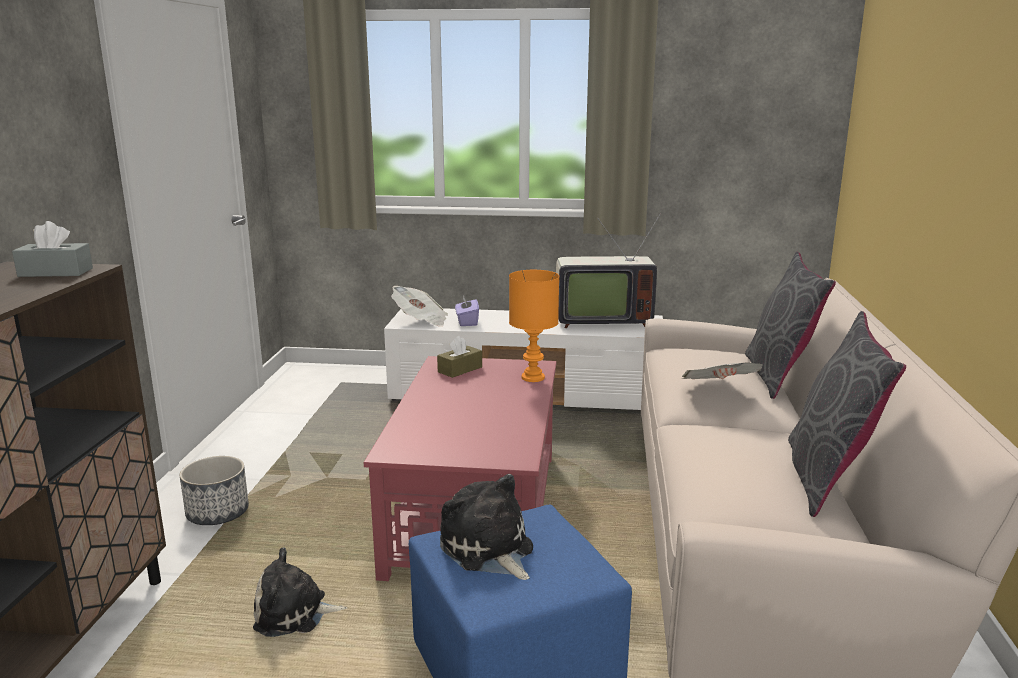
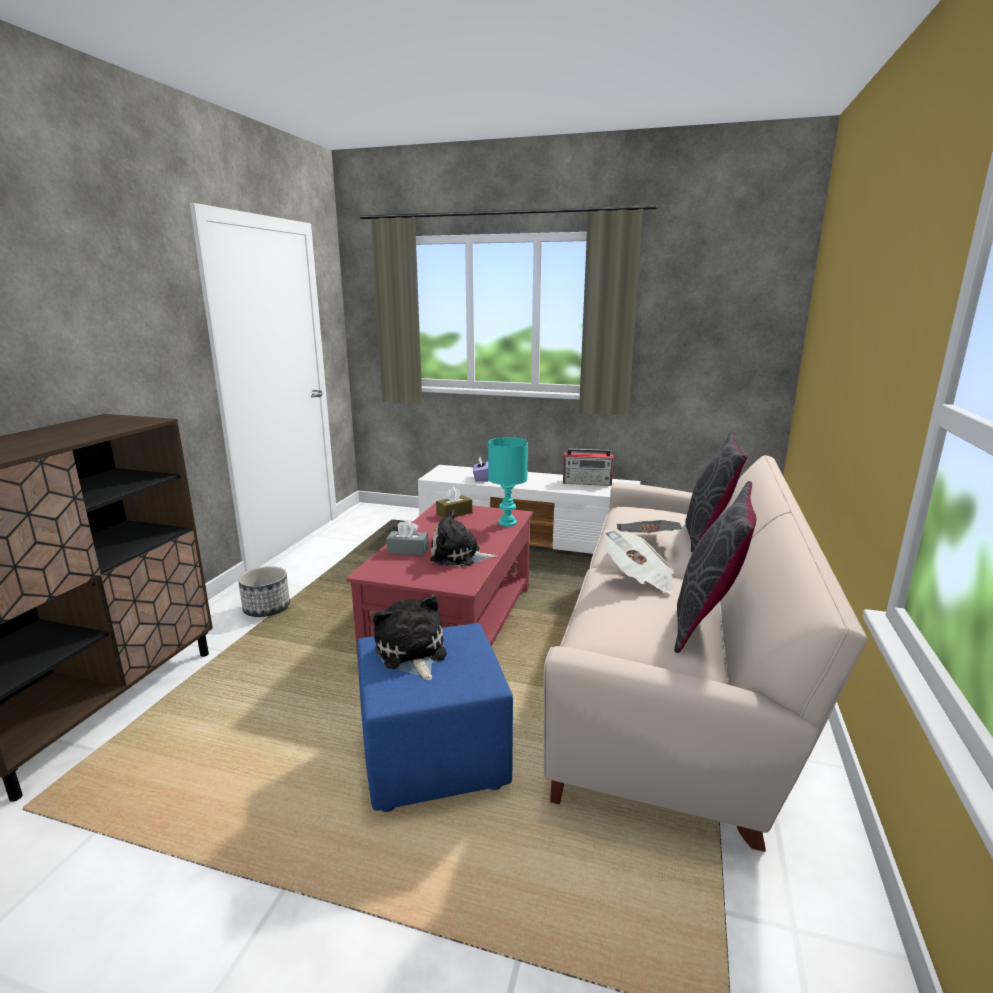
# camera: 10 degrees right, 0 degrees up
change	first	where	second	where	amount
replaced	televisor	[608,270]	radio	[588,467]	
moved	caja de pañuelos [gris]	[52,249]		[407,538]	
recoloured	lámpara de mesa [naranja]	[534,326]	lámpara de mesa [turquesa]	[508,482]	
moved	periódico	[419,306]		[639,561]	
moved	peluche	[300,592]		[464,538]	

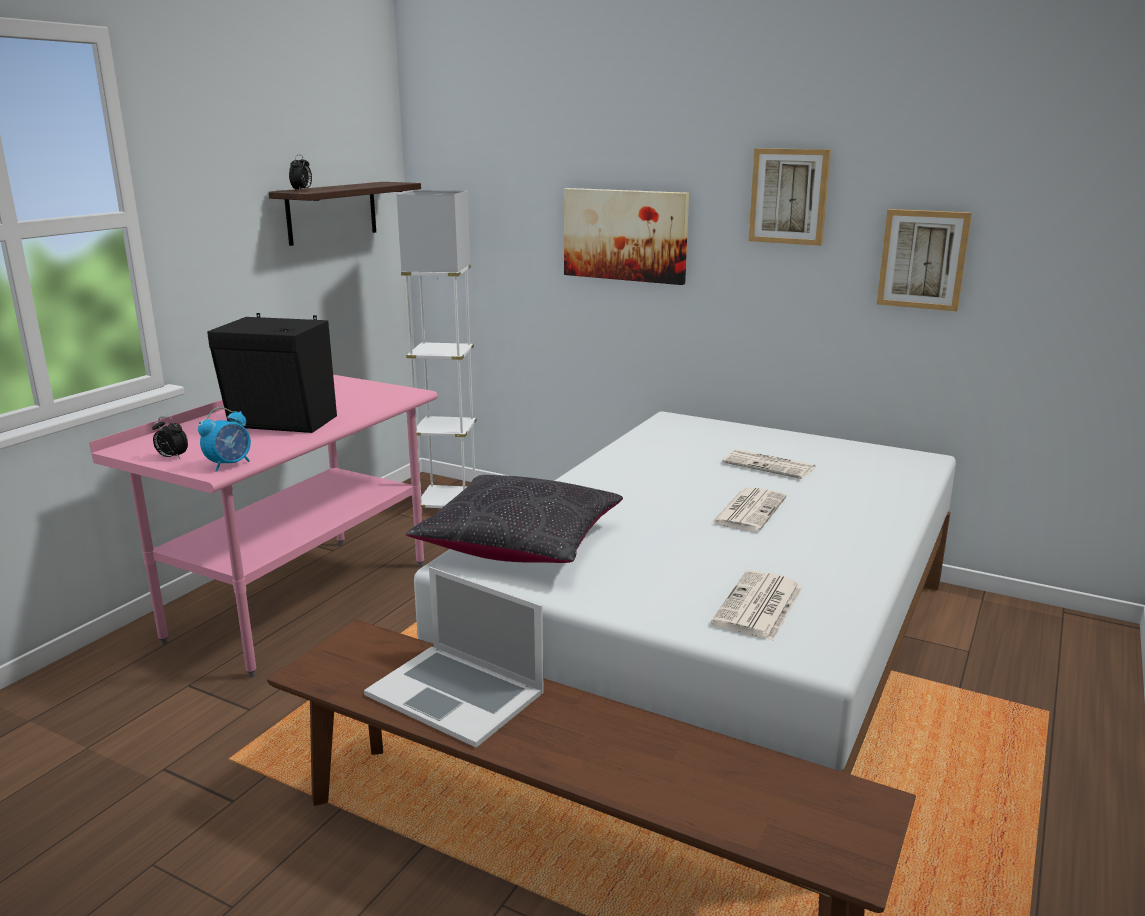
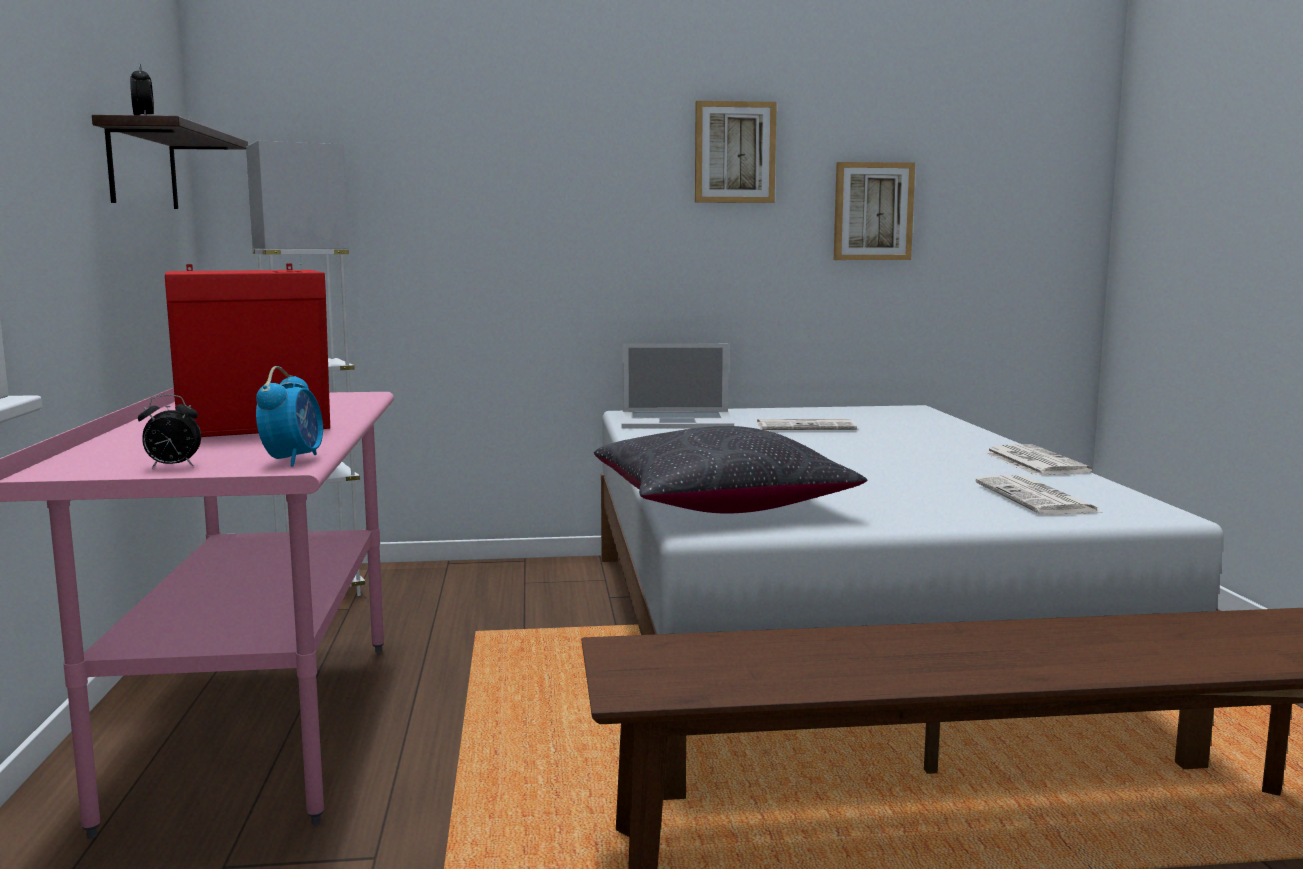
# camera: 35 degrees left, 10 degrees down
change	first	where	second	where	amount
removed	cuadro	[626,236]			
recoloured	altavoz [negro]	[272,373]	altavoz [rojo]	[247,350]	
moved	periódico	[749,509]		[1039,459]	
moved	portátil	[454,657]		[677,386]	

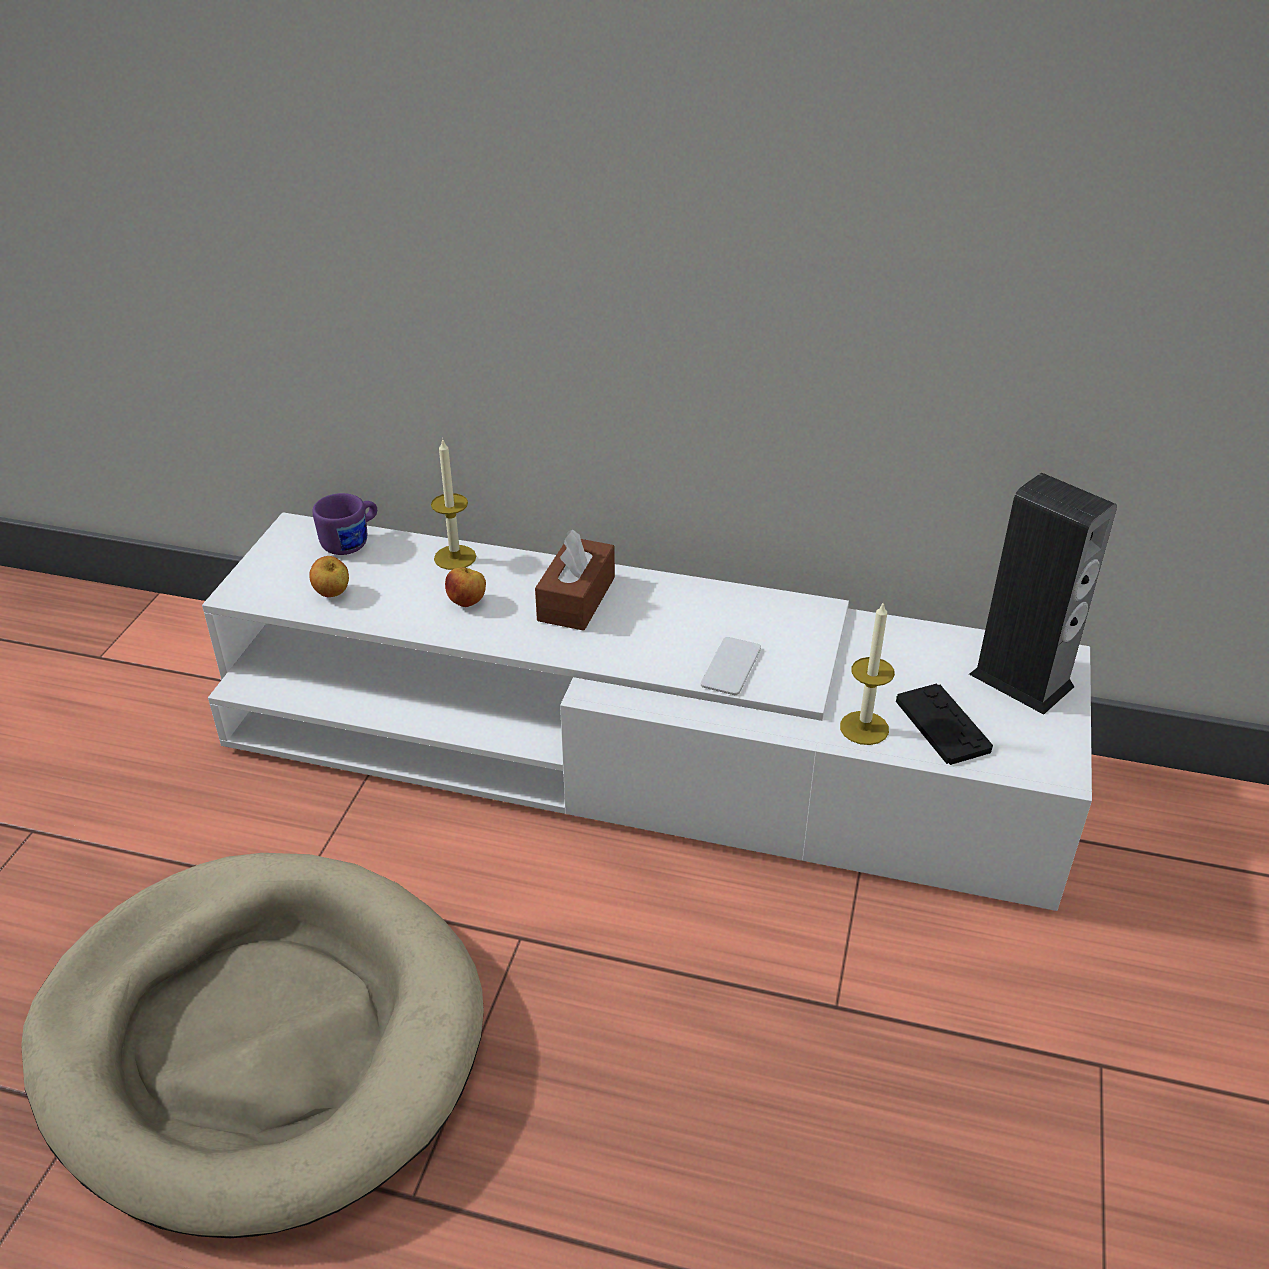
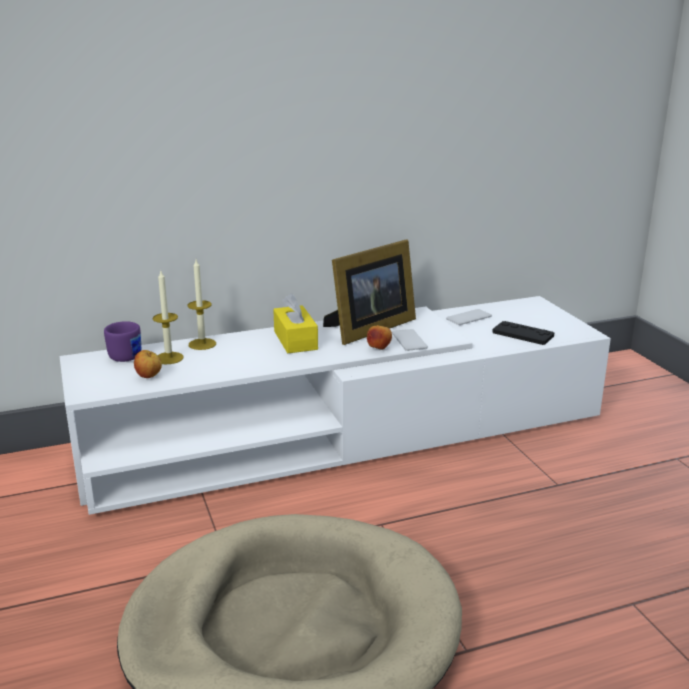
# camera: 35 degrees left, 15 degrees down
change	first	where	second	where	amount
removed	altavoz	[1043,594]			
recoloured	caja de pañuelos [marrón]	[575,580]	caja de pañuelos [amarillo]	[295,323]	
moved	manzana	[465,587]		[379,337]	
moved	vela	[867,673]		[168,316]	
added			portarretratos	[369,292]	
added			móvil	[469,317]	

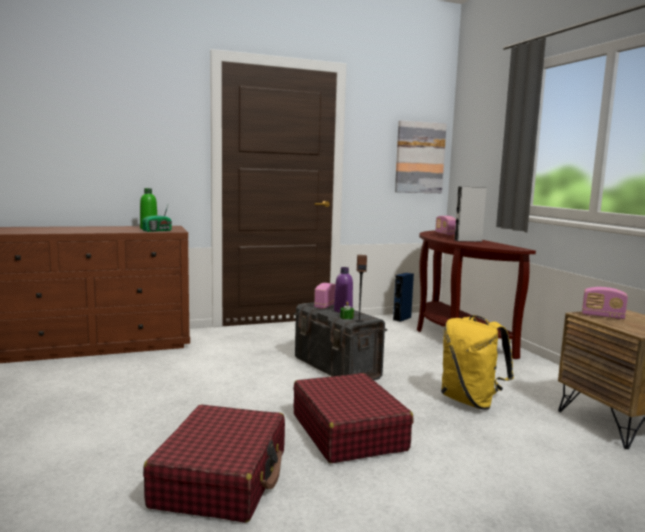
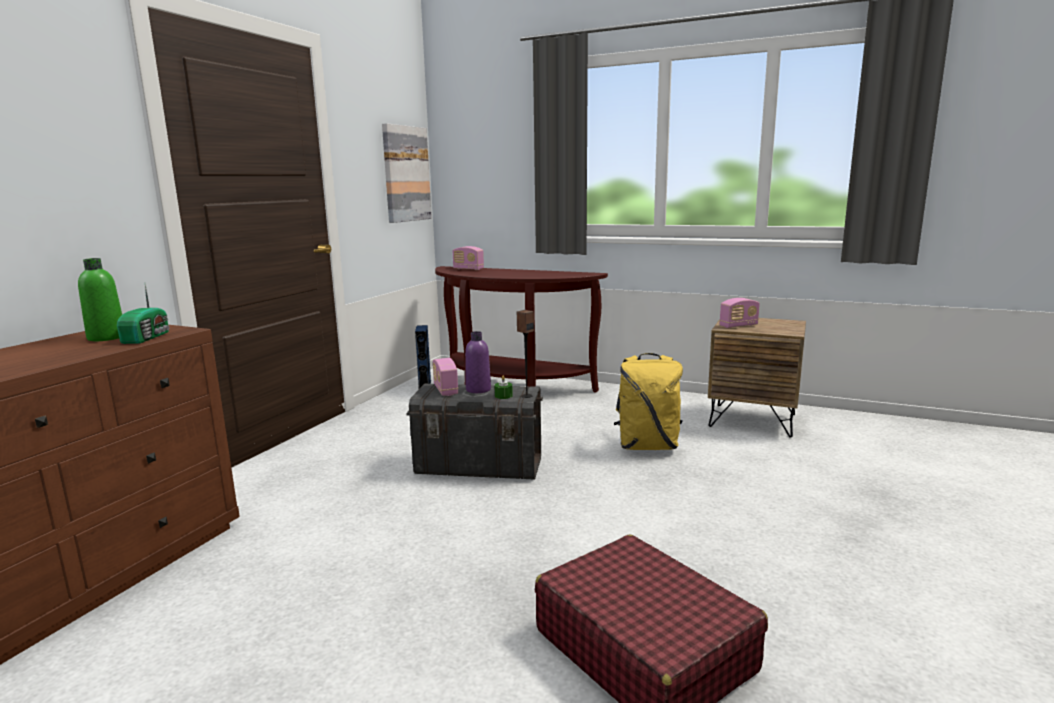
# camera: 45 degrees left, 5 degrees up
change	first	where	second	where	amount
removed	altavoz [gris]	[470,214]			
removed	maleta [rojo]	[353,418]			

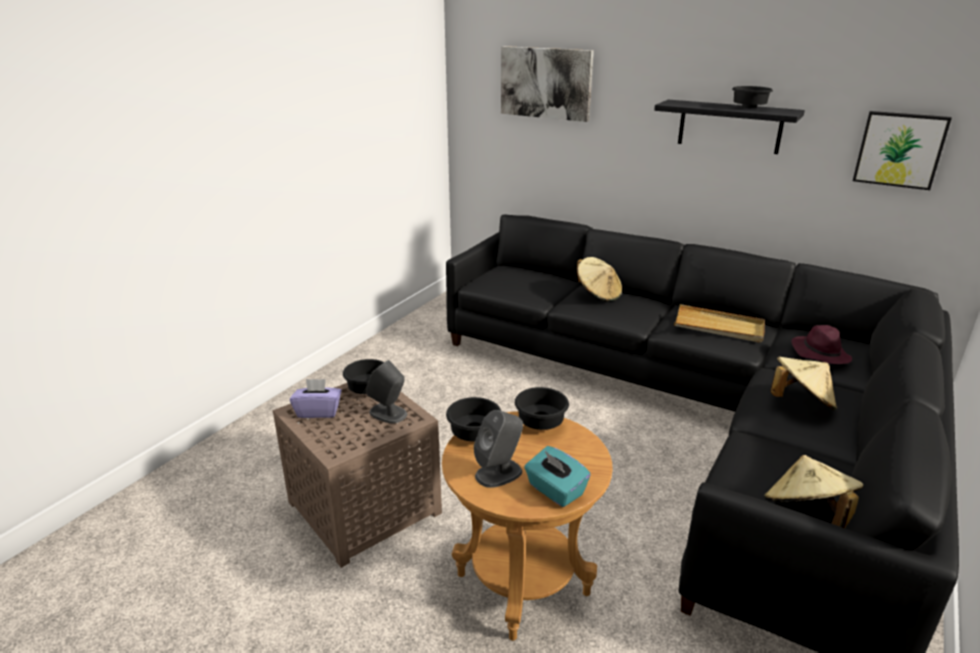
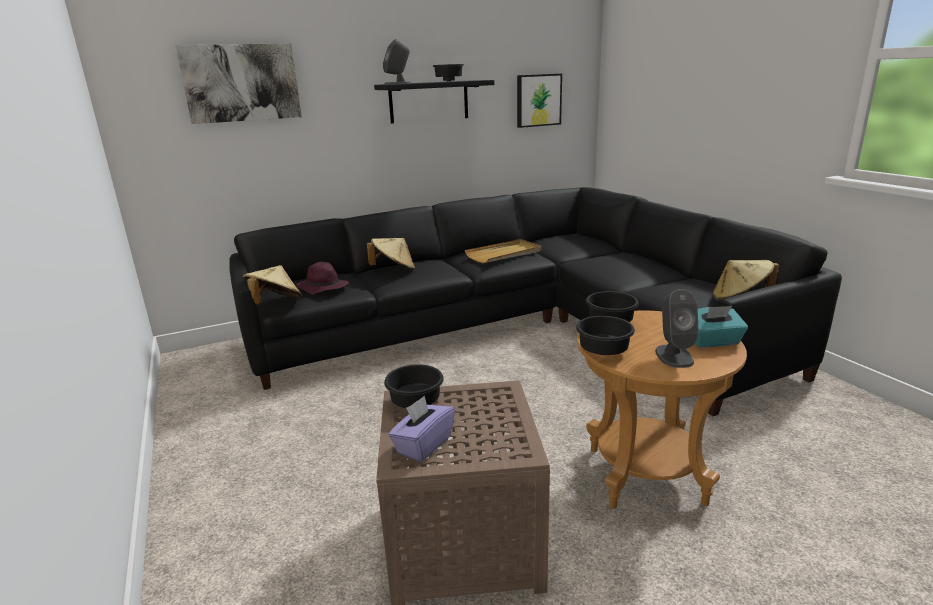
# camera: 55 degrees left, 5 degrees down
change	first	where	second	where	amount
moved	sombrero [morado]	[821,344]		[322,278]	
moved	sombrero [beis]	[803,383]		[272,284]	
moved	altavoz [gris]	[386,391]		[397,61]	

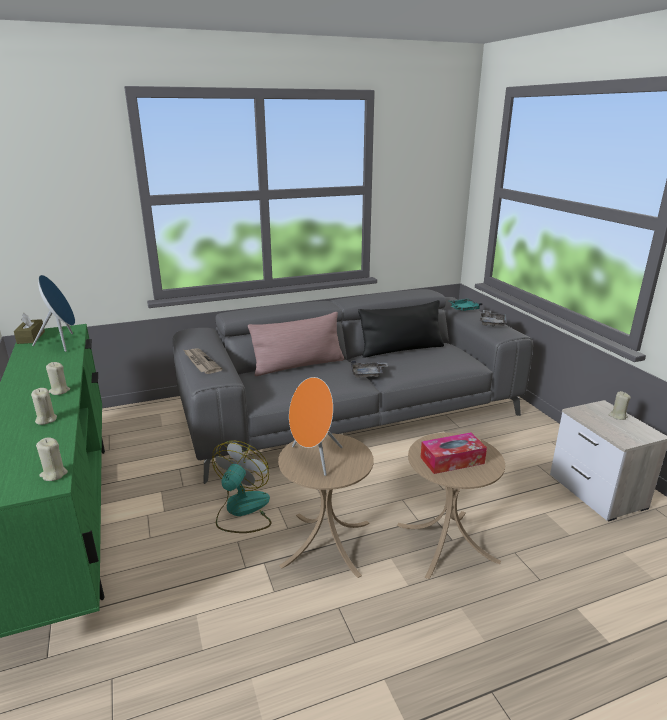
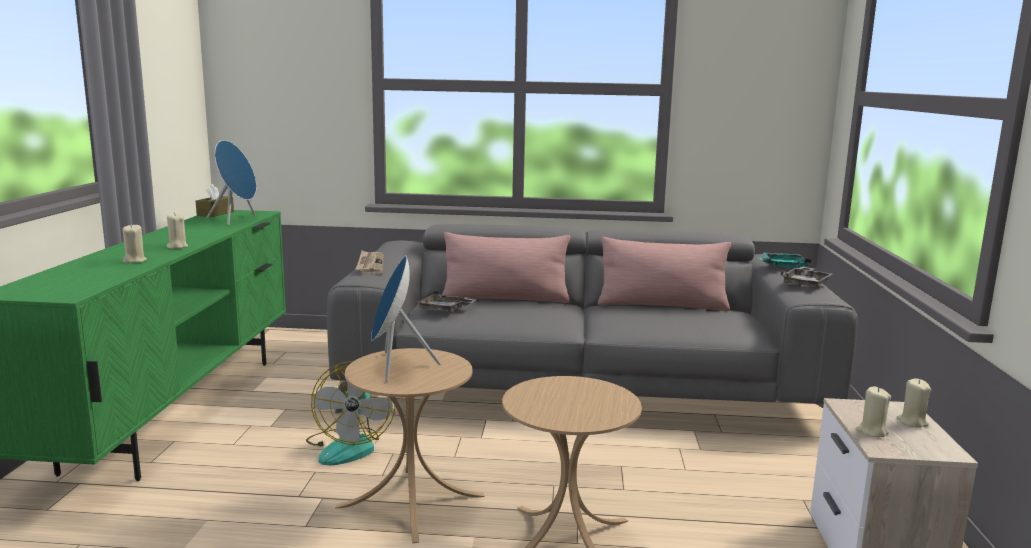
# camera: 25 degrees right, 10 degrees down
change	first	where	second	where	amount
recoloured	cojín [negro]	[401,329]	cojín [rosa]	[664,274]	
moved	bandeja [gris]	[369,369]		[445,301]	
recoloured	altavoz [naranja]	[315,426]	altavoz [azul]	[406,318]	
removed	caja de pañuelos	[453,453]			
moved	vela [beis]	[52,459]		[873,411]	
turned	ventilador	[241,487]		[350,413]	135 degrees clockwise

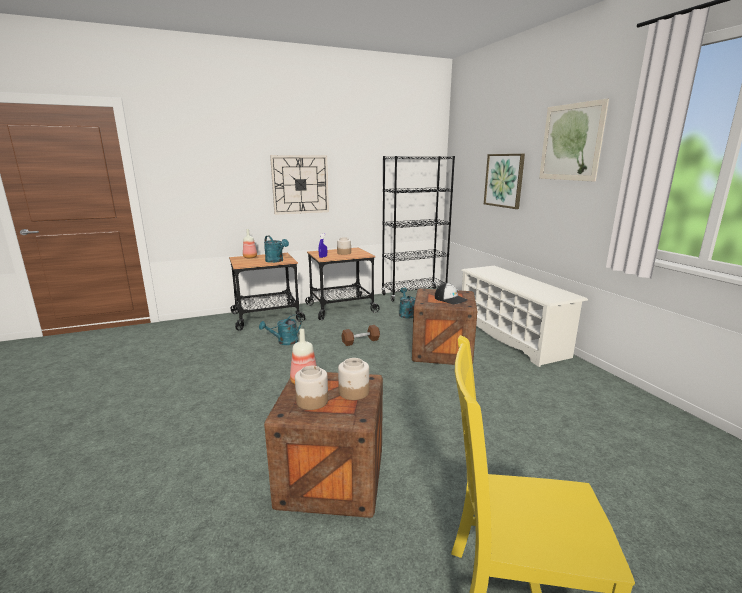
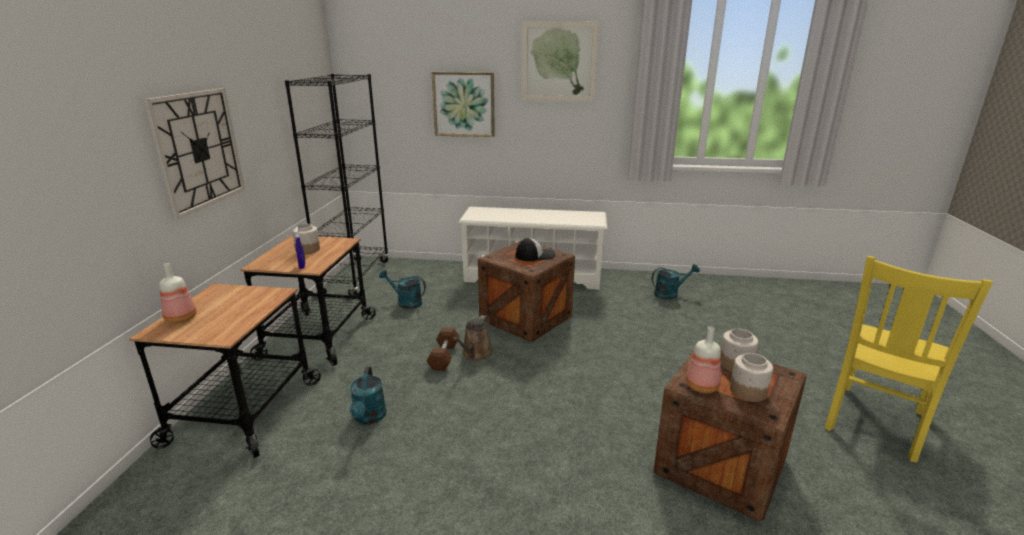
# camera: 60 degrees left, 5 degrees up
change	first	where	second	where	amount
moved	regadera [turquesa]	[276,249]		[676,282]	
added			regadera [marrón]	[473,337]	

